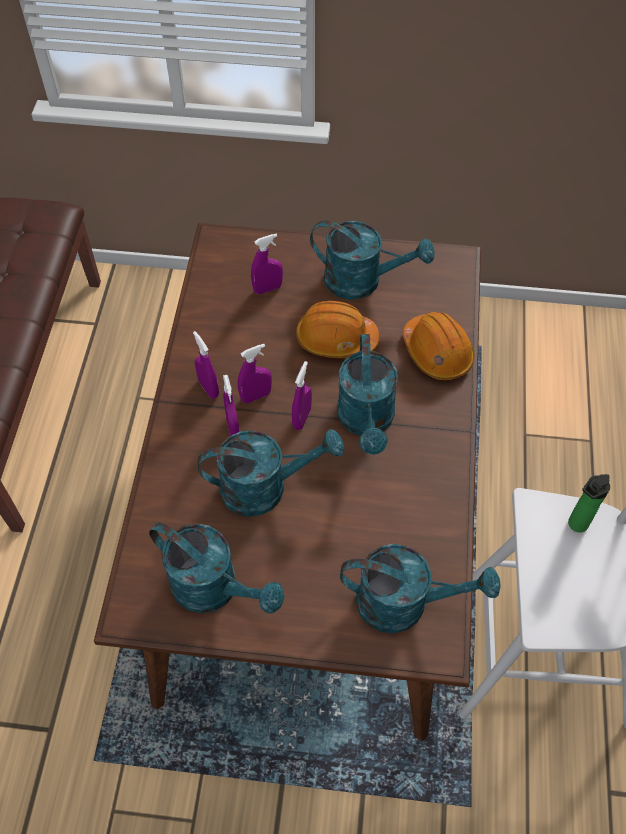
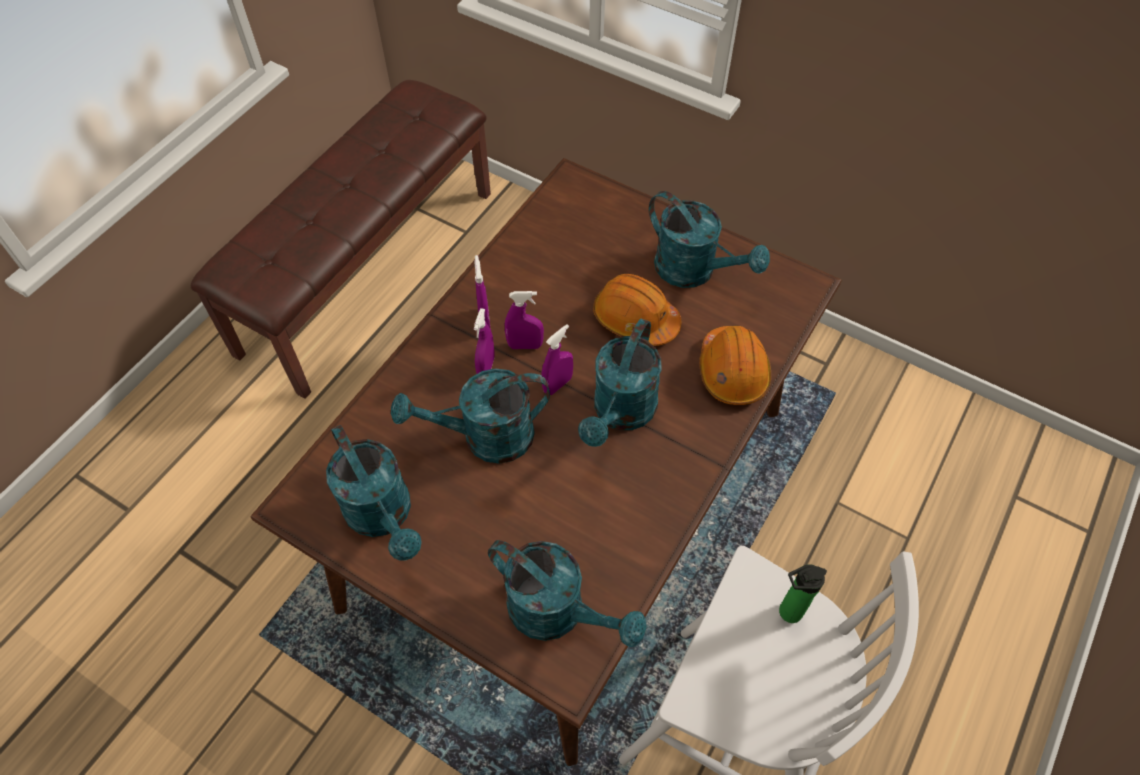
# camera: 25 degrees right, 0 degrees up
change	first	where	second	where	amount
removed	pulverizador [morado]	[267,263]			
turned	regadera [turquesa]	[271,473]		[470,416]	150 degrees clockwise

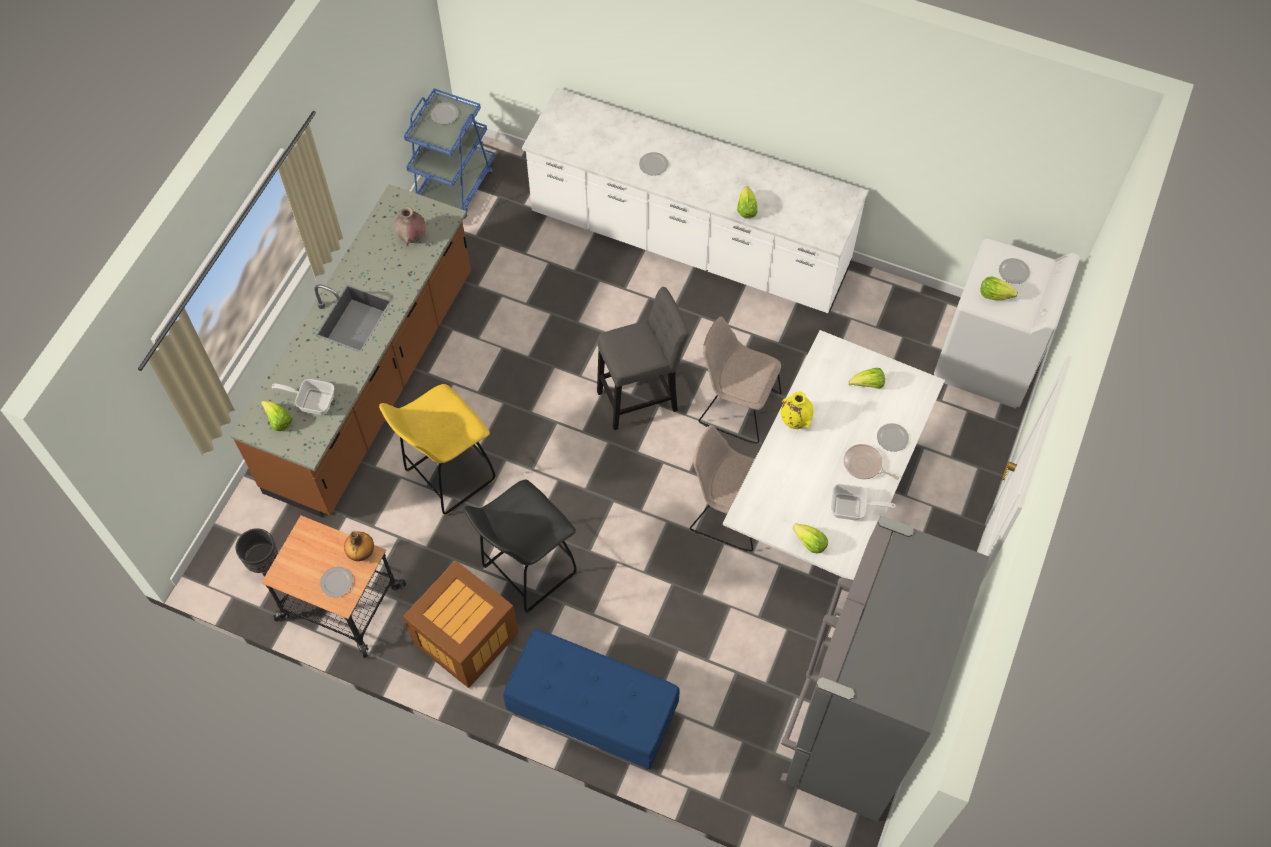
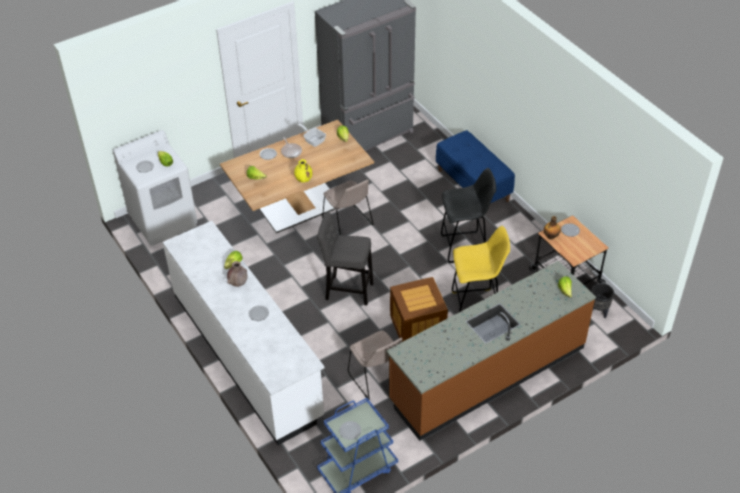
# camera: 145 degrees left, 15 degrees down
change	first	where	second	where	amount
moved	florero [marrón]	[410,225]		[237,274]	
moved	silla [beis]	[740,380]		[375,365]	
recoloured	mesa de comedor [blanco]	[834,455]	mesa de comedor [marrón]	[297,176]	
removed	sartén	[302,397]			
moved	caja de embalaje	[460,624]		[419,309]	

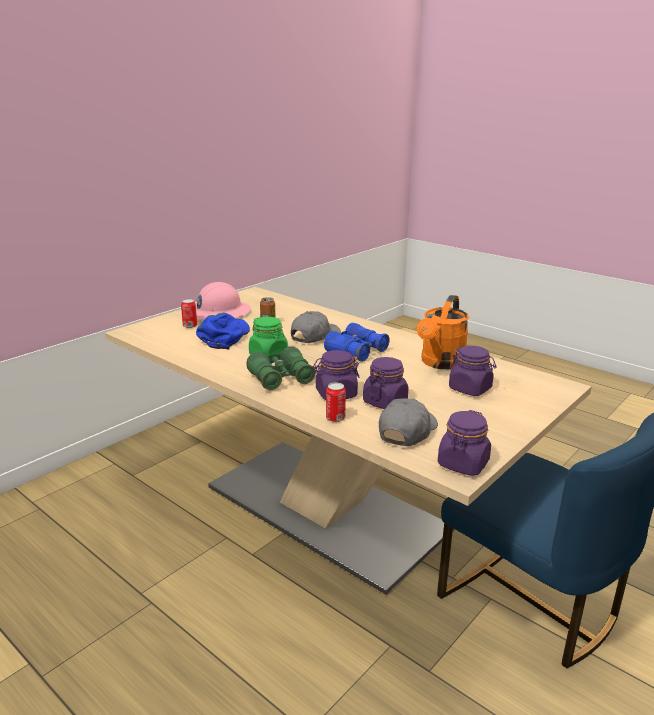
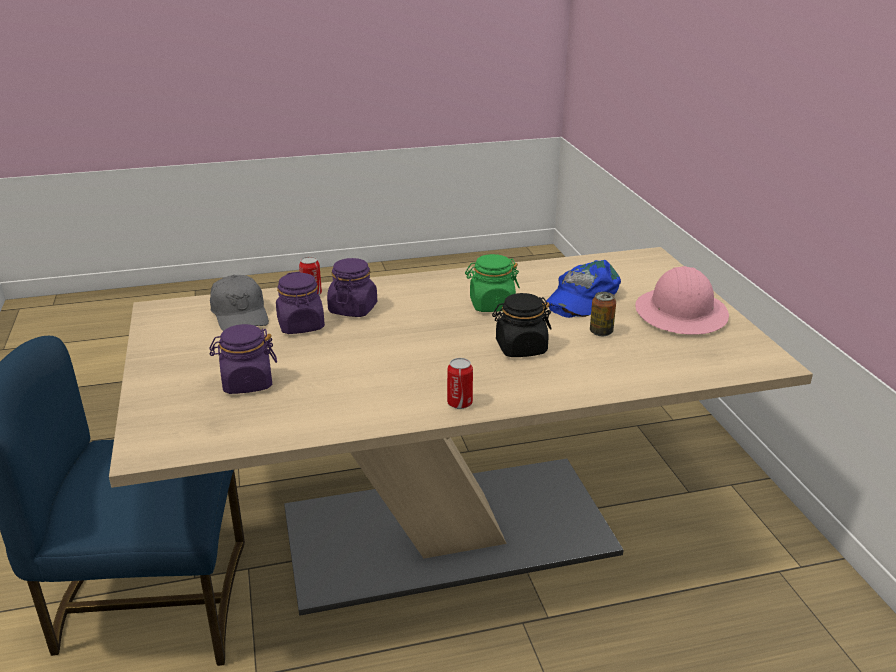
# camera: 125 degrees right, 5 degrees up
change	first	where	second	where	amount
removed	regadera [naranja]	[443,332]			
moved	lata	[189,313]		[460,383]	
replaced	gorra [gris]	[316,327]	tarro [negro]	[522,325]	
turned	gorra [azul]	[223,331]		[583,289]	75 degrees clockwise
removed	prismáticos [azul]	[357,342]			
removed	prismáticos [verde]	[281,368]			
removed	tarro [morado]	[464,443]			

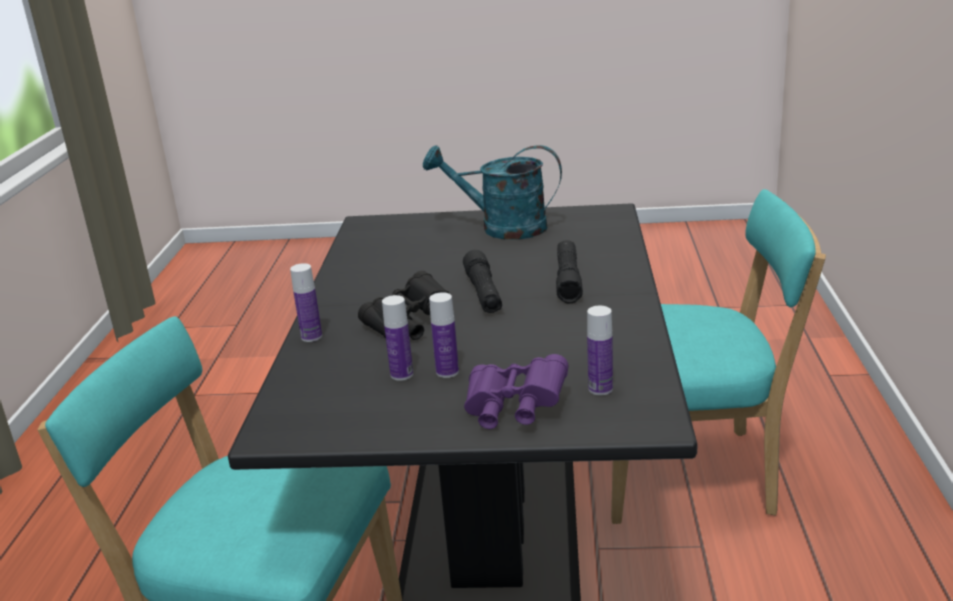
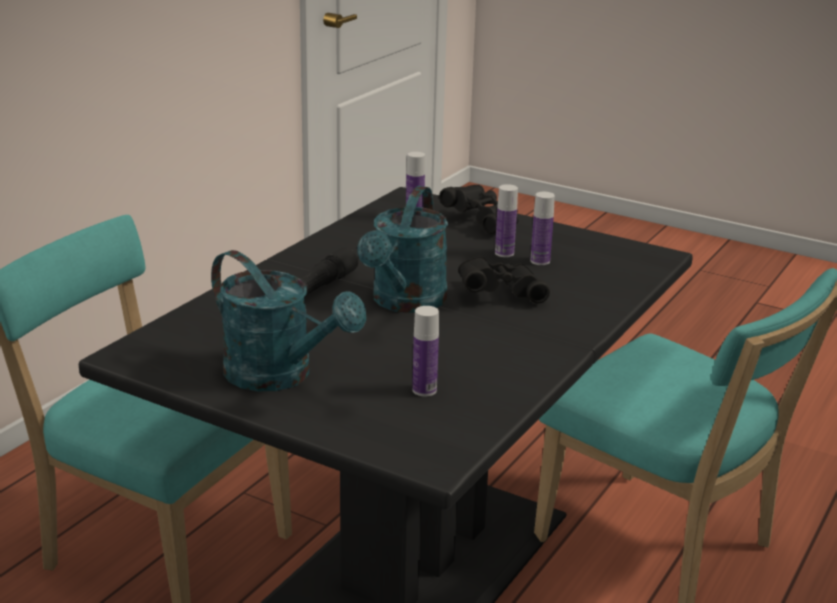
# camera: 155 degrees left, 0 degrees up
change	first	where	second	where	amount
replaced	linterna [negro]	[482,281]	regadera [turquesa]	[402,249]	
moved	botella	[306,302]		[425,351]	
recoloured	prismáticos [morado]	[516,391]	prismáticos [negro]	[479,209]	

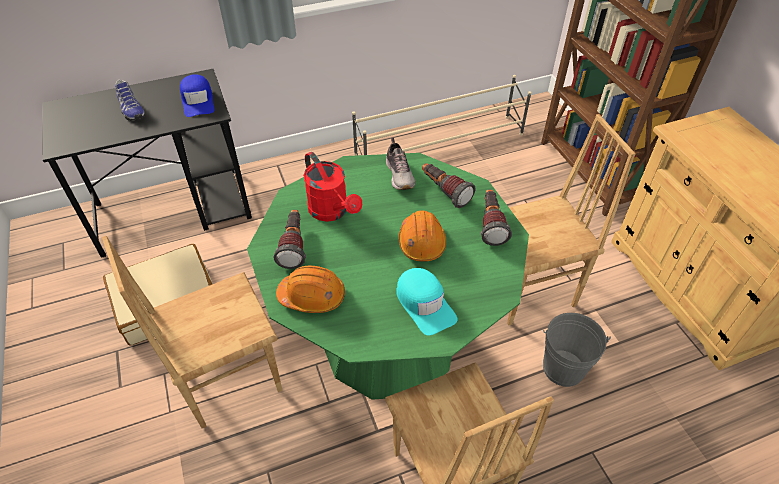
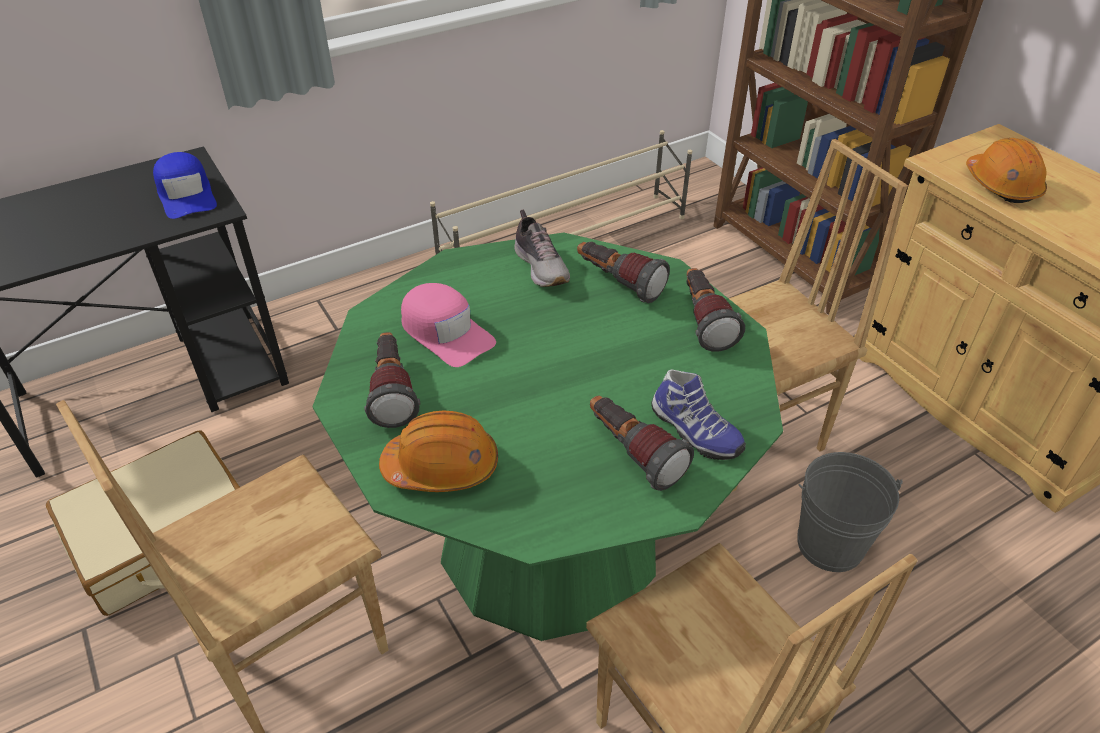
# camera: 10 degrees left, 5 degrees down
change	first	where	second	where	amount
moved	zapato	[130,100]		[698,415]	
replaced	regadera [rojo]	[332,187]	gorra [rosa]	[448,325]	
moved	casco [naranja]	[422,236]		[1006,170]	
replaced	gorra [turquesa]	[427,301]	linterna	[642,443]	

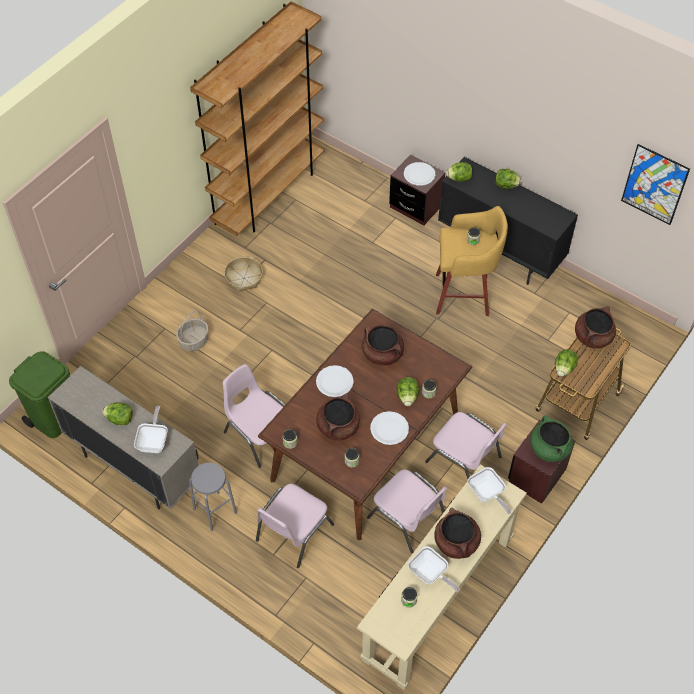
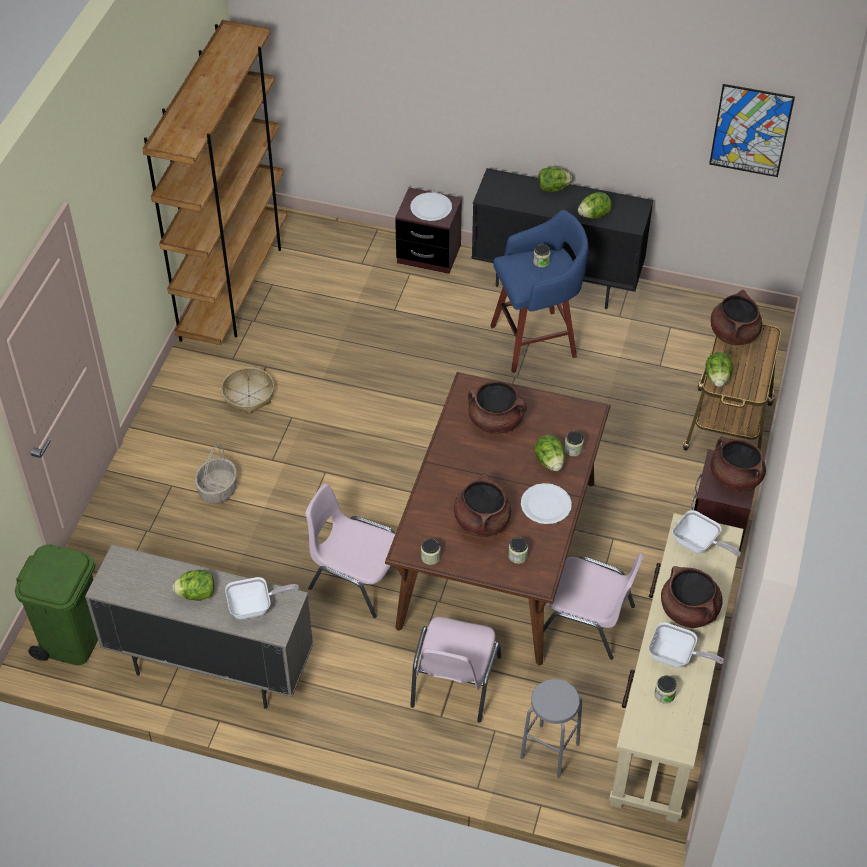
# camera: 20 degrees left, 5 degrees down
change	first	where	second	where	amount
moved	lechuga	[459,172]		[595,205]	
recoloured	taburete [amarillo]	[472,261]	taburete [azul]	[539,291]	
removed	plato [blanco]	[335,381]			
turned	sartén	[151,429]		[262,598]	90 degrees clockwise
removed	silla [rosa]	[466,445]			
recoloured	olla [verde]	[551,438]	olla [marrón]	[738,464]	
moved	taburete [gris]	[213,497]		[551,728]	

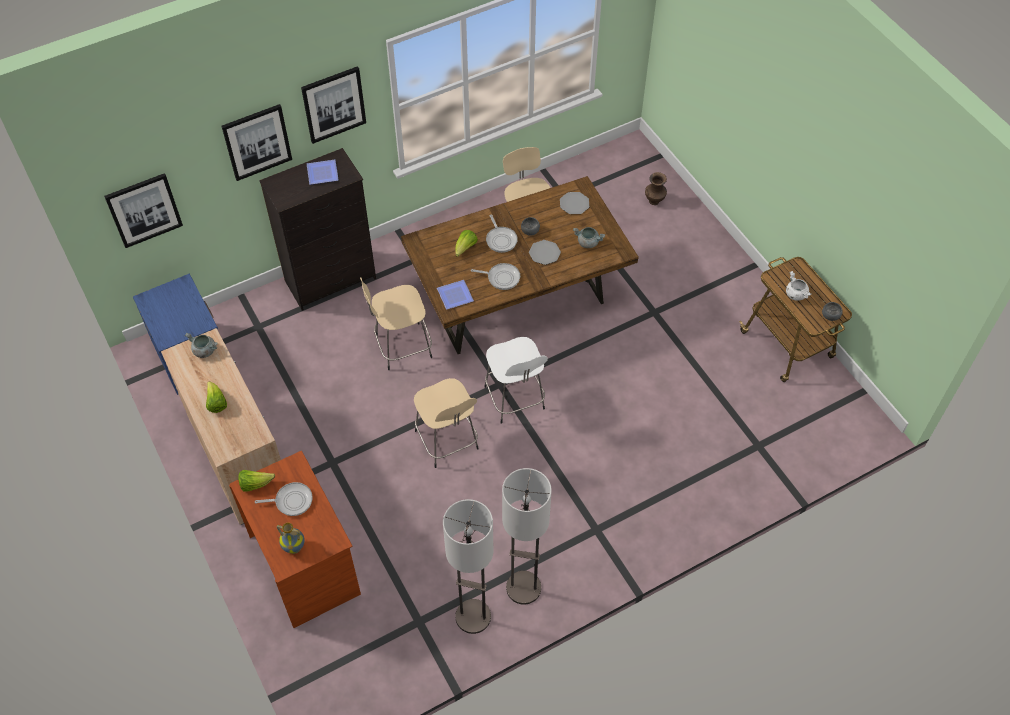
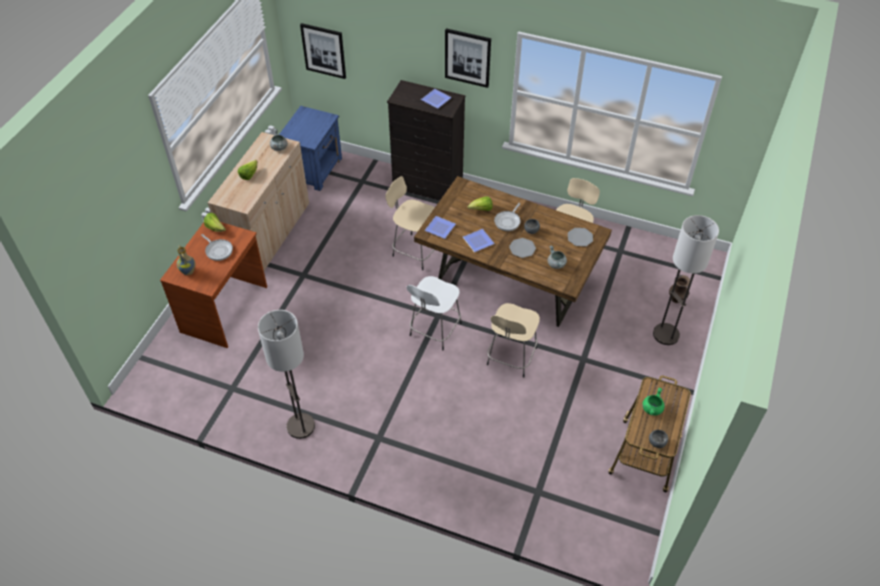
# camera: 50 degrees right, 5 degrees down
change	first	where	second	where	amount
removed	cuadro	[257,142]			
replaced	sartén	[495,276]	plato	[479,240]	
recoloured	olla [blanco]	[798,286]	olla [verde]	[653,402]	
moved	taburete [beis]	[446,423]		[513,340]	
moved	lámpara de pie	[468,566]		[686,280]	

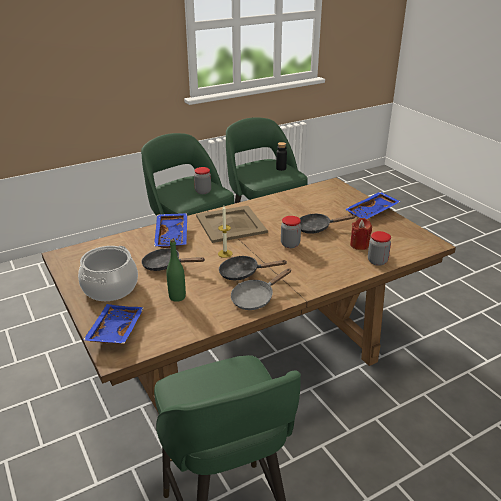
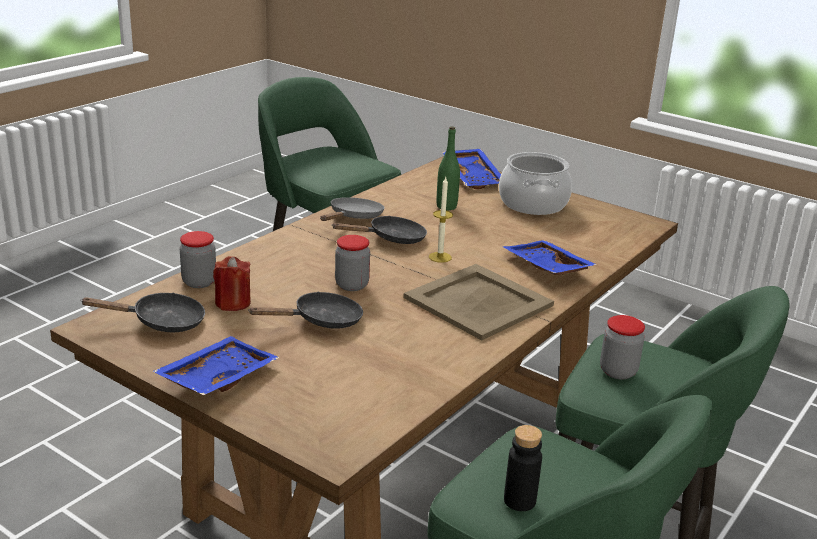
# camera: 155 degrees right, 5 degrees down
change	first	where	second	where	amount
moved	sartén [negro]	[173,259]		[142,312]	

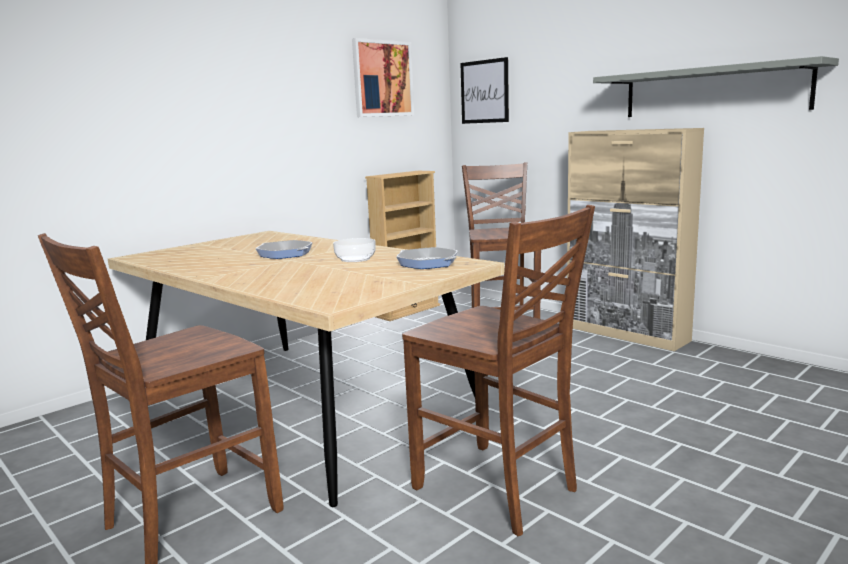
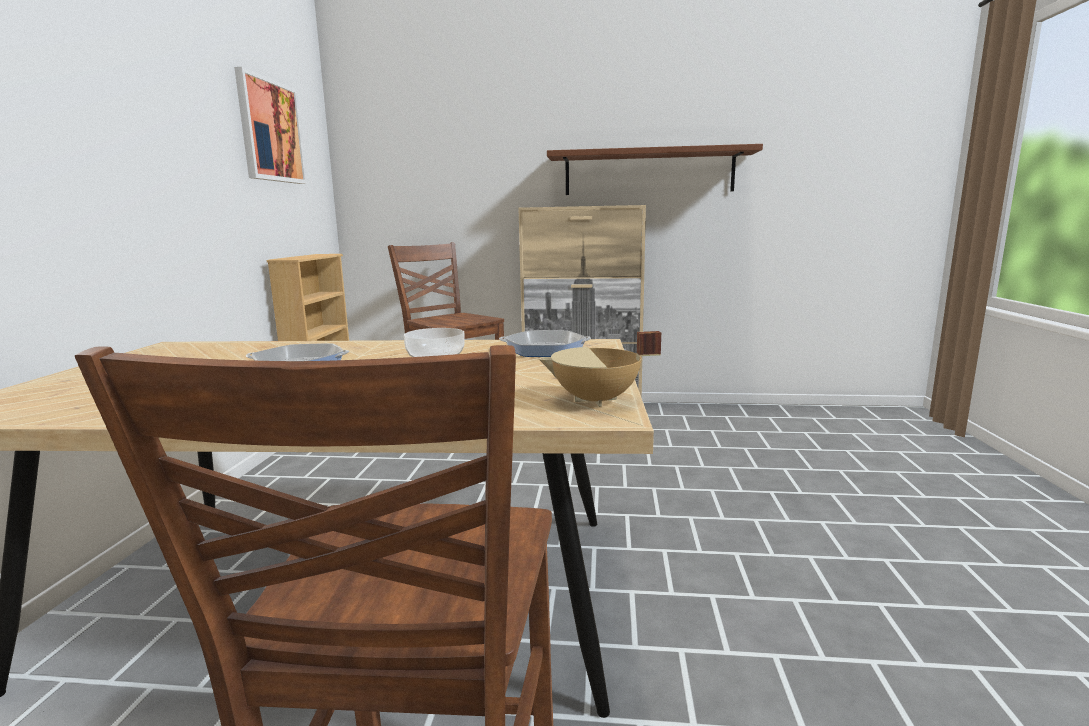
# camera: 40 degrees left, 0 degrees up
change	first	where	second	where	amount
recoloured	estante [gris]	[716,86]	estante [marrón]	[655,169]	
removed	cuadro	[485,90]			
removed	silla [marrón]	[498,370]			
added			olla [beis]	[600,369]	

